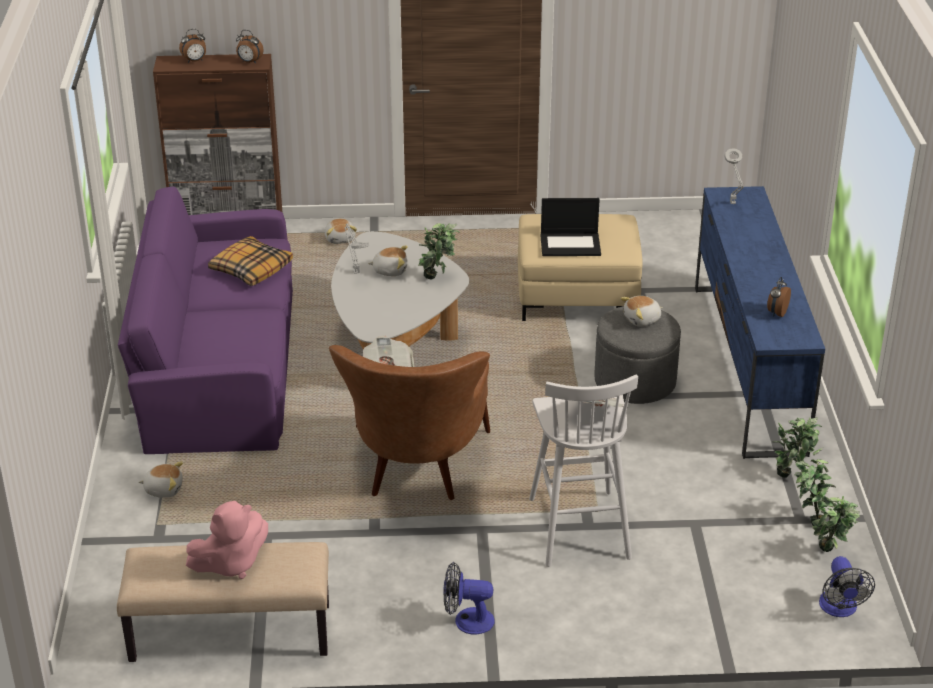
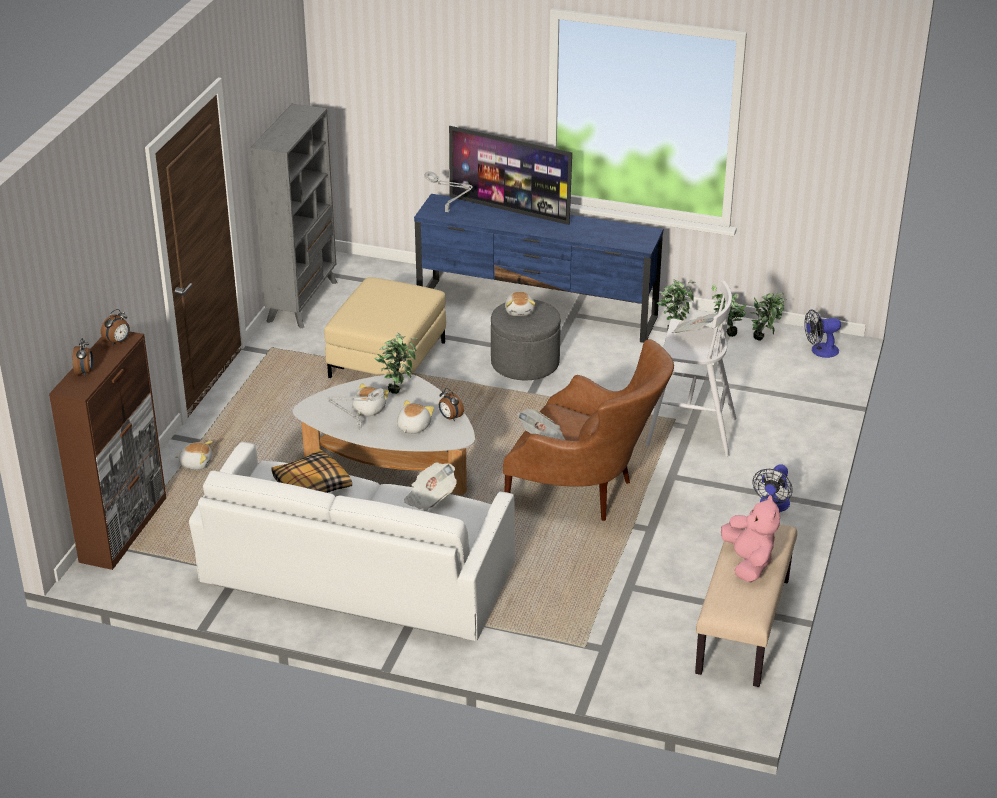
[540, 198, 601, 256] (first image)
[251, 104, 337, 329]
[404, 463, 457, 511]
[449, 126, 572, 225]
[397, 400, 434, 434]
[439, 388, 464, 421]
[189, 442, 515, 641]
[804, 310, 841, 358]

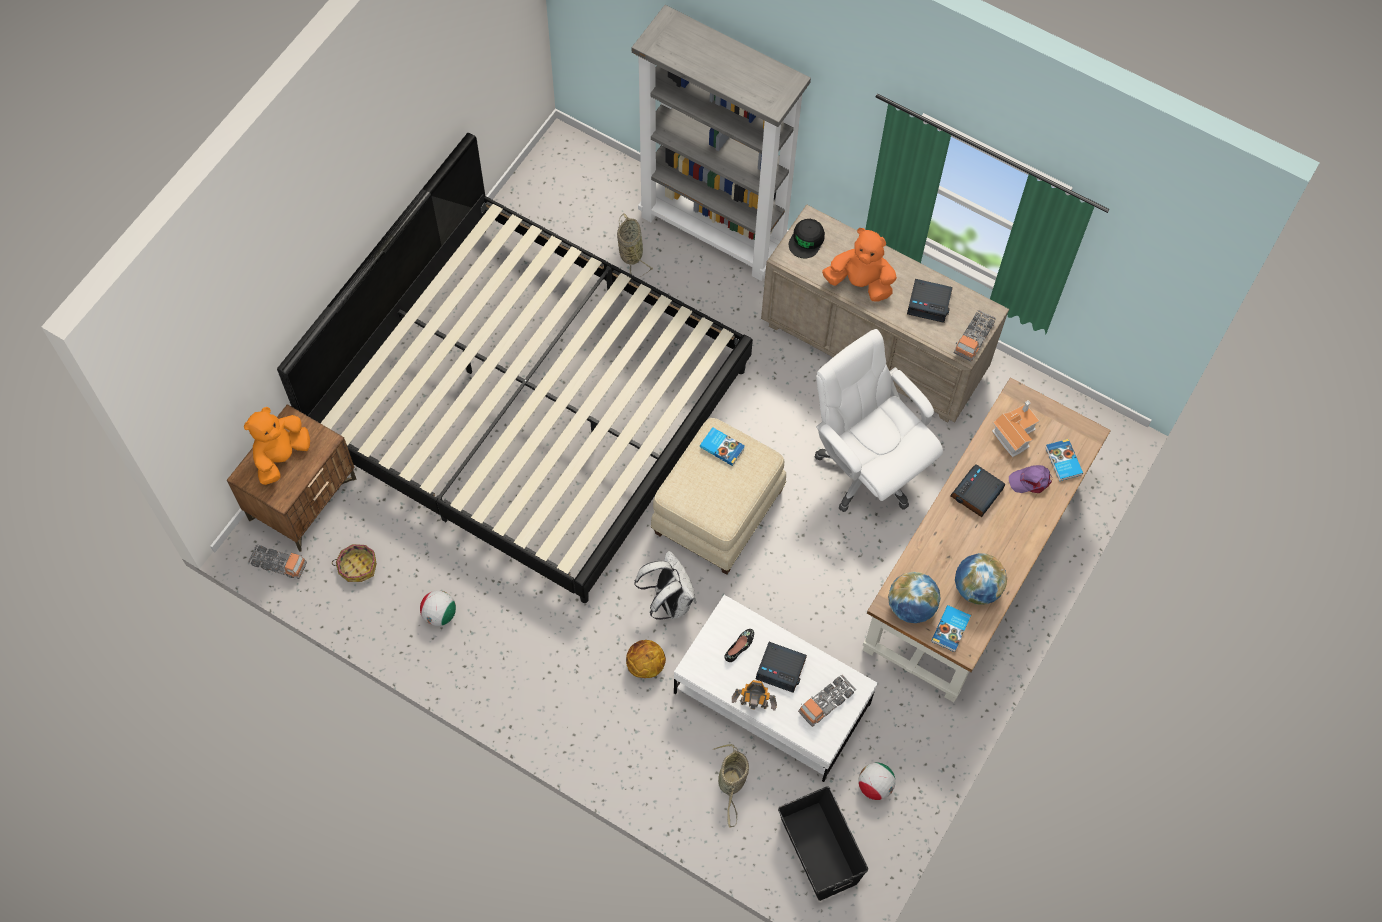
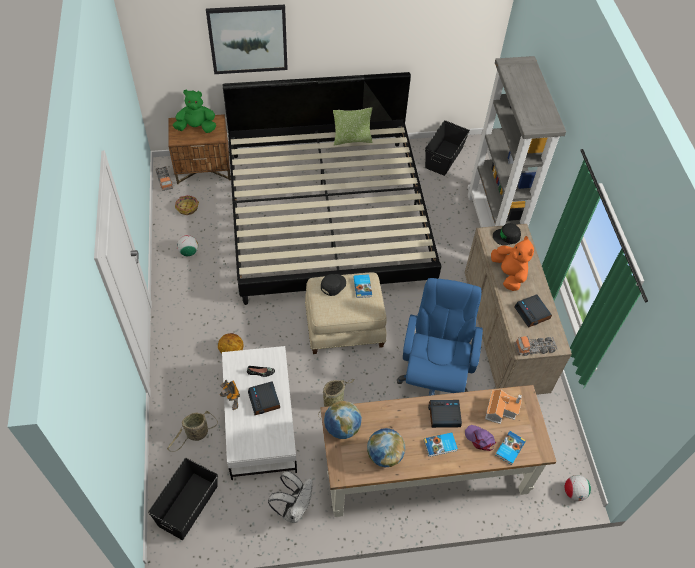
[798, 675, 856, 727] (first image)
[206, 5, 288, 74]
[321, 274, 346, 296]
[333, 107, 372, 145]
[425, 120, 470, 176]
[318, 379, 355, 419]
[268, 471, 313, 523]
[565, 475, 591, 501]
[424, 433, 458, 457]
[173, 90, 216, 133]
[397, 278, 483, 396]

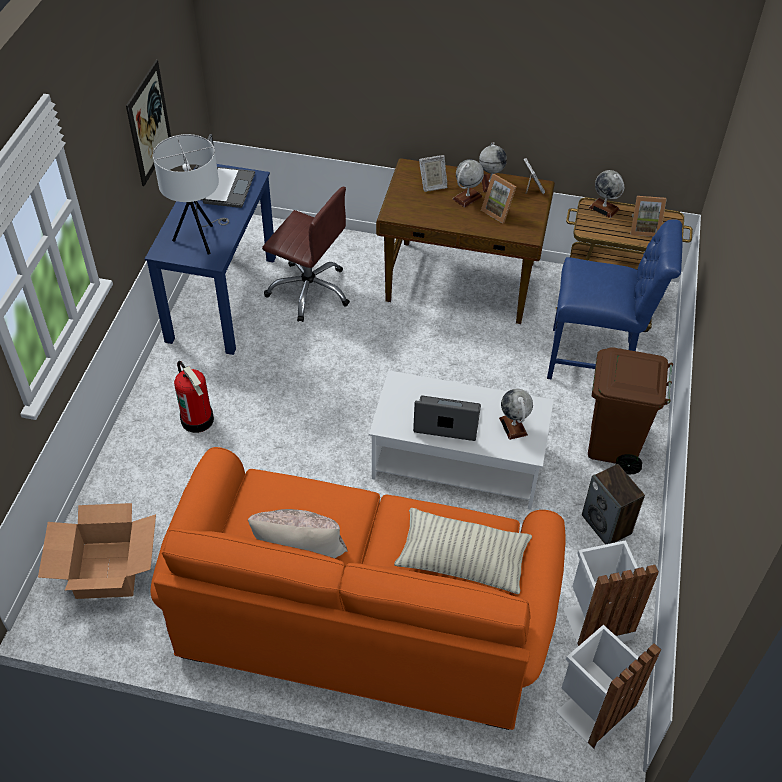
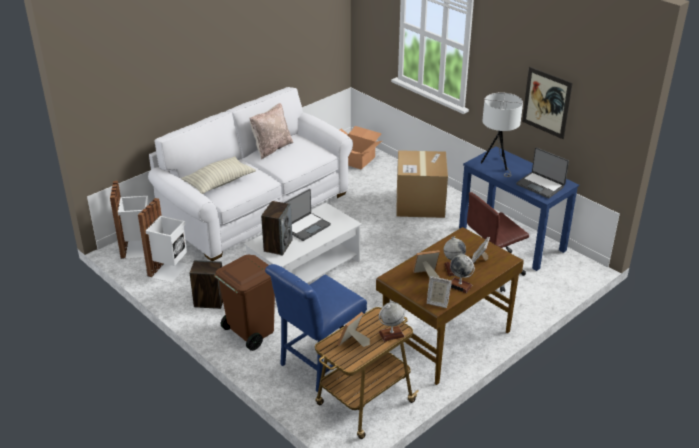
[396, 150, 448, 218]
[261, 201, 292, 256]
[148, 87, 353, 261]

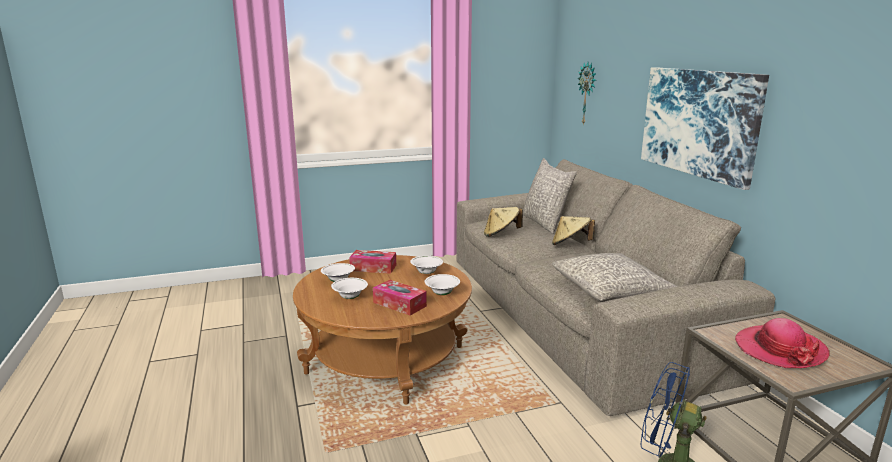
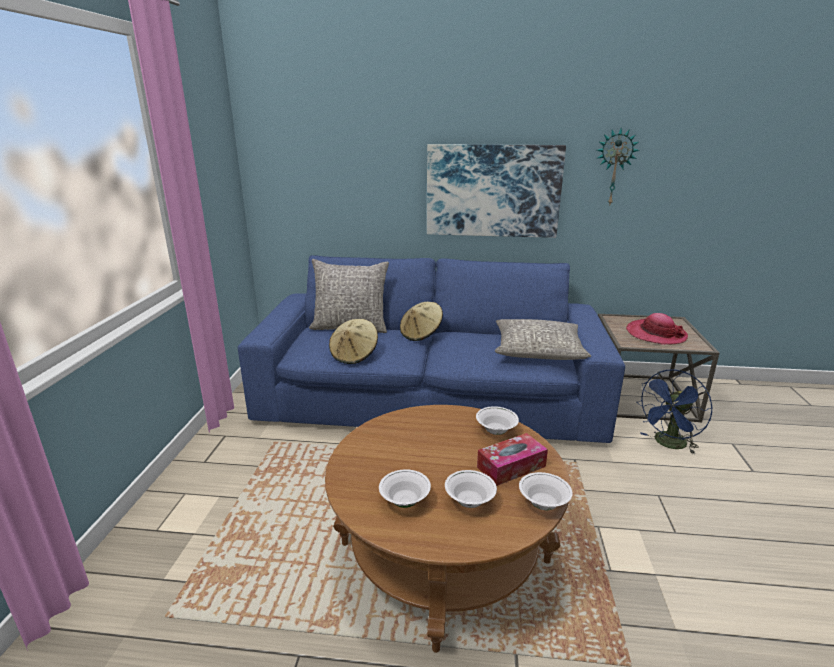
[349, 250, 396, 274] (first image)
[519, 472, 573, 510]
[597, 128, 640, 204]
[238, 255, 625, 443]

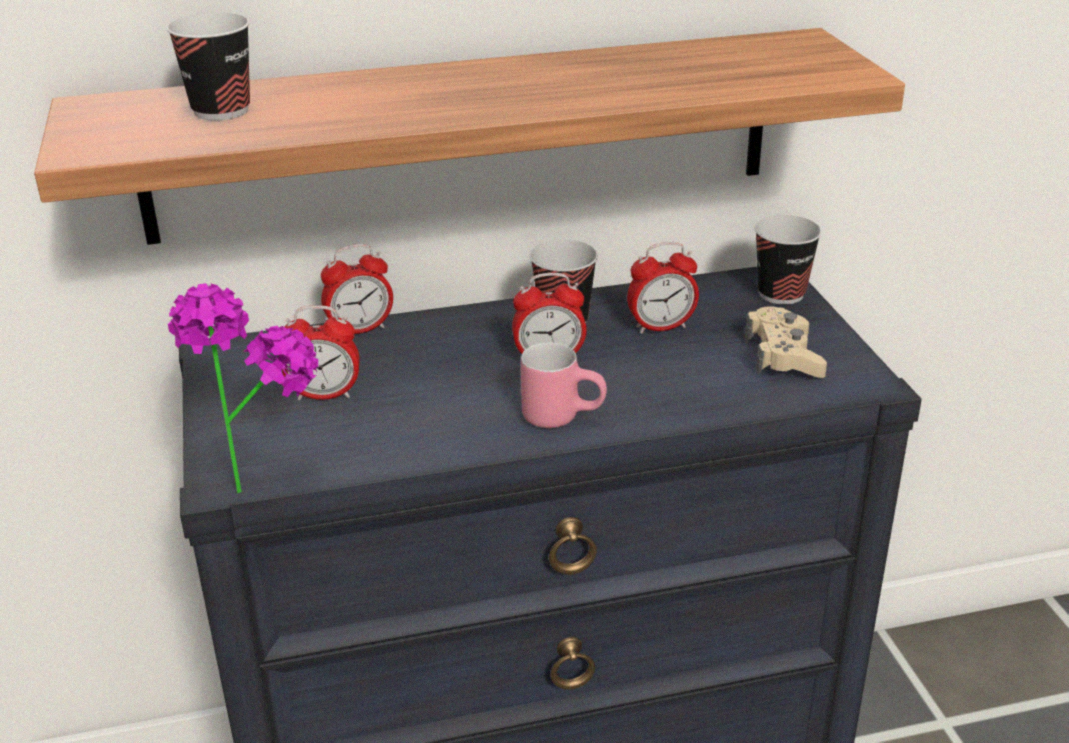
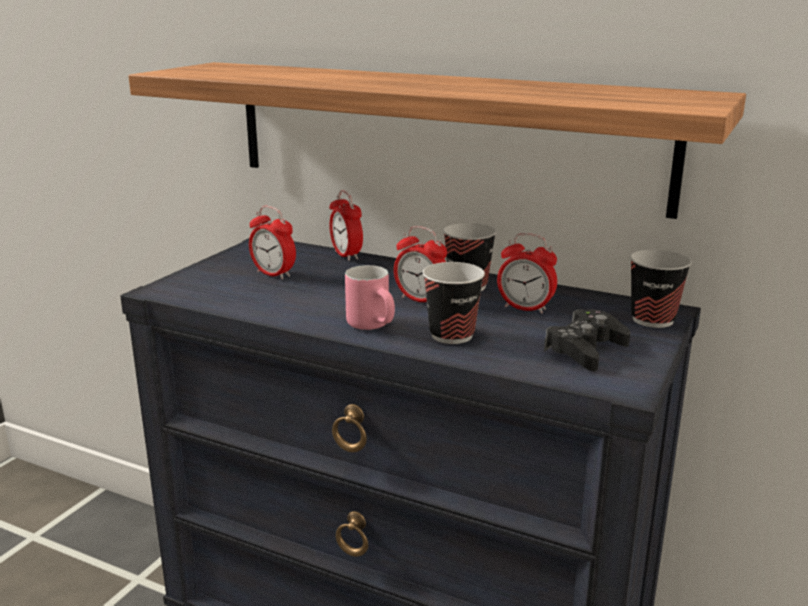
[168, 283, 318, 493] (first image)
[422, 262, 485, 344]
[544, 309, 630, 371]
[329, 190, 363, 261]

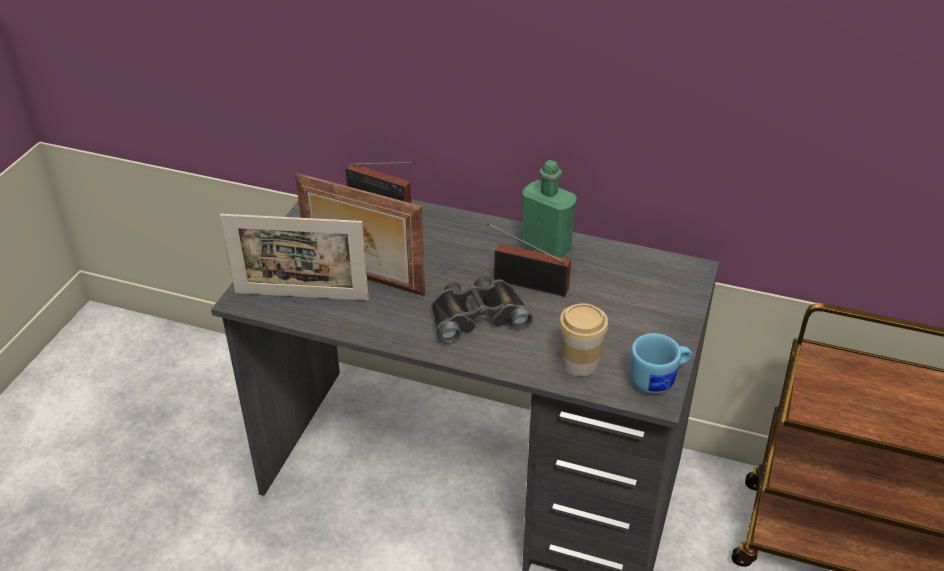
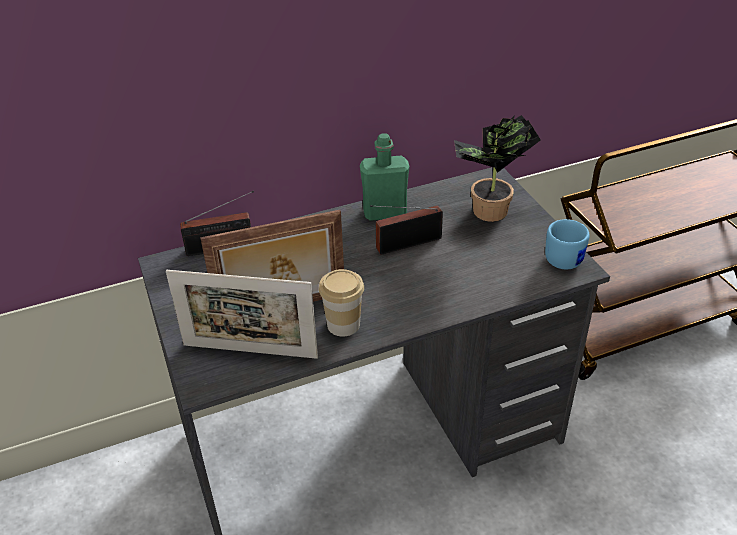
[431, 276, 533, 344] (first image)
[454, 115, 541, 222]
[319, 269, 364, 337]
[166, 270, 318, 359]

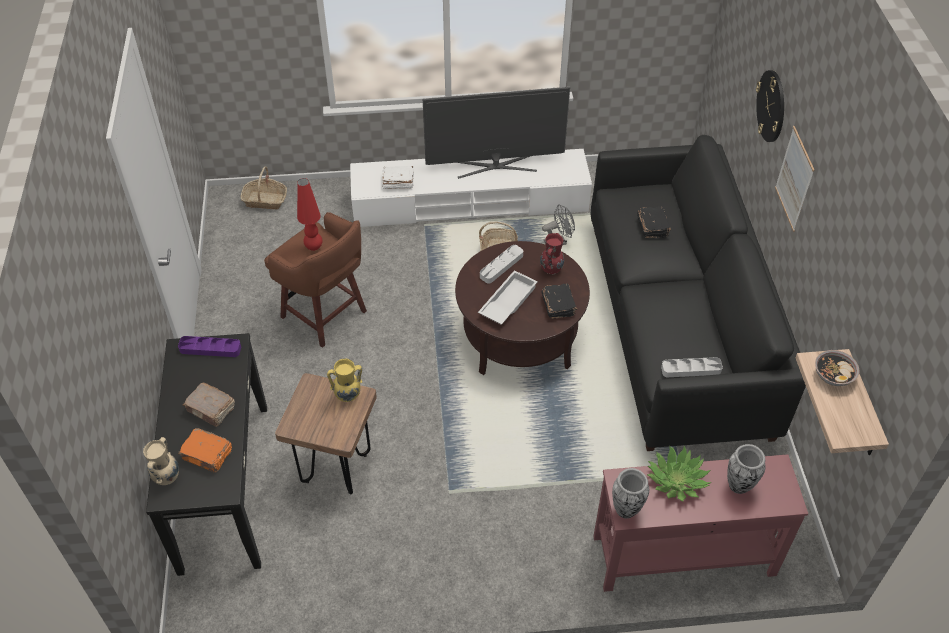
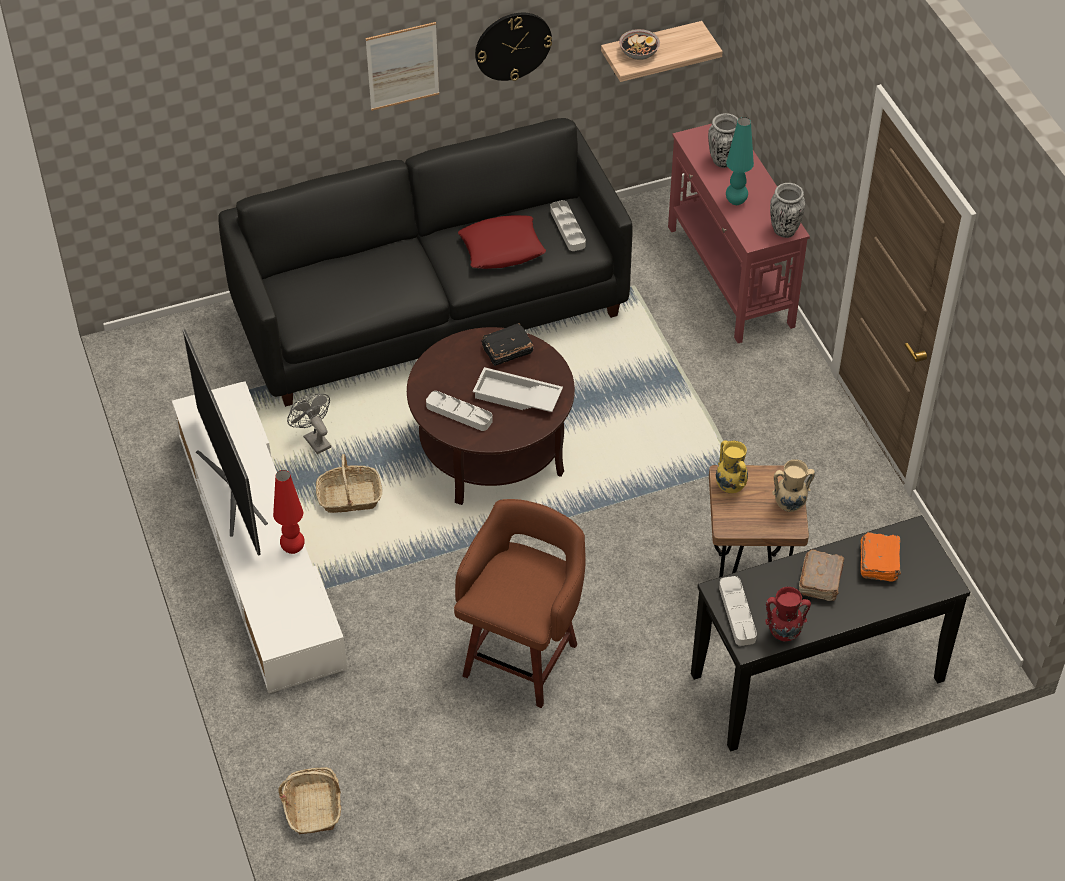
[382, 166, 414, 189] (first image)
[637, 206, 671, 238] (first image)
[458, 215, 546, 269]
[772, 459, 815, 512]
[273, 470, 305, 554]
[765, 587, 811, 641]
[475, 13, 552, 81]
[726, 117, 754, 205]
[719, 576, 757, 646]

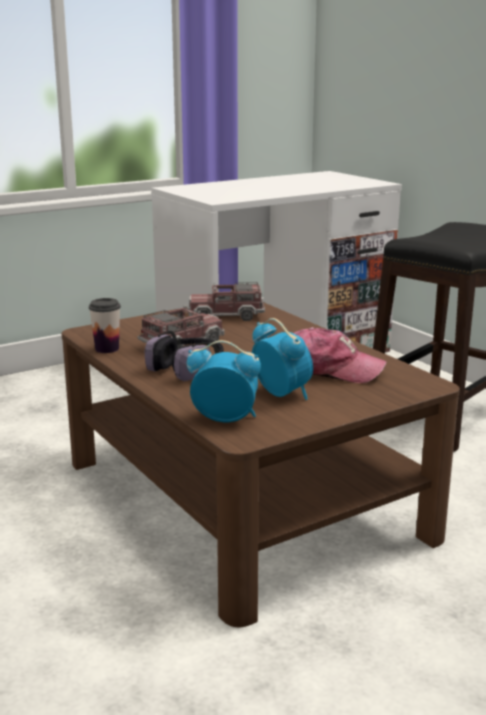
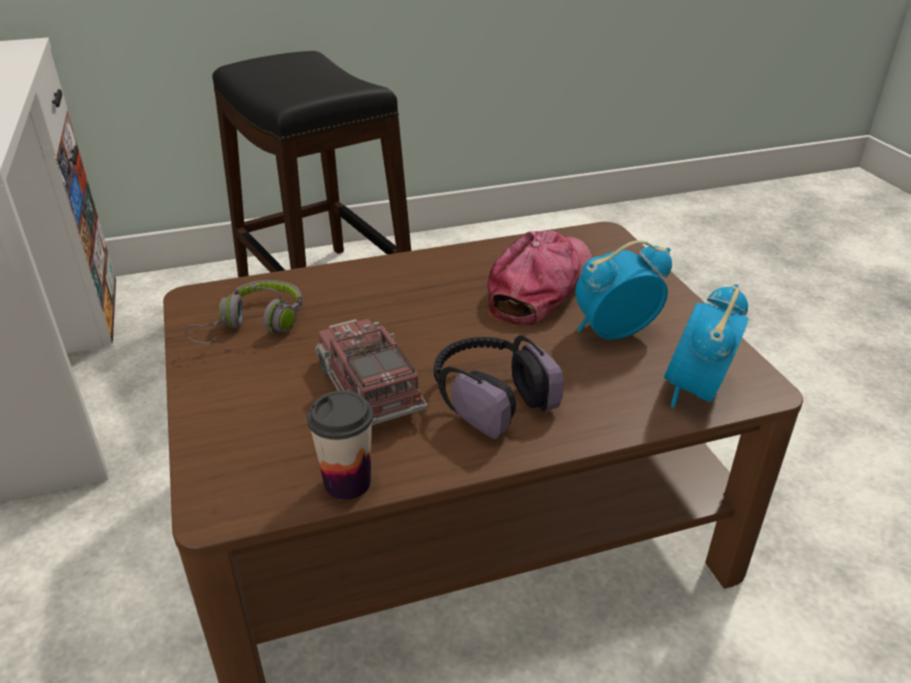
[185, 280, 303, 344]

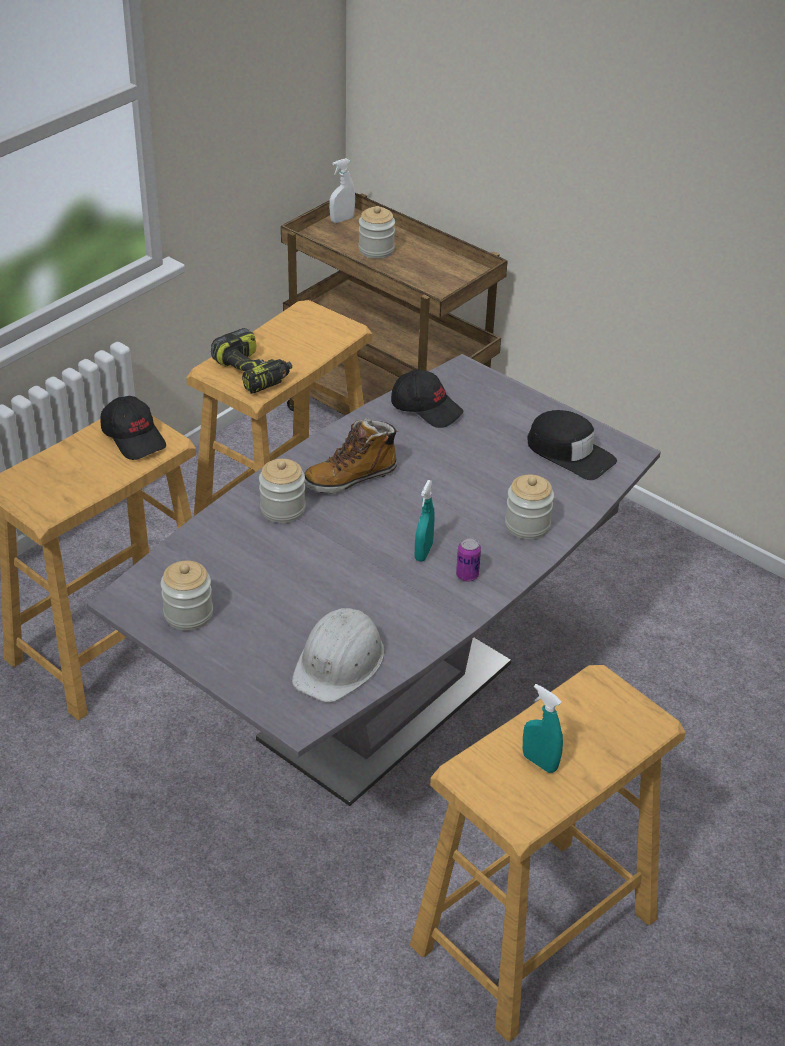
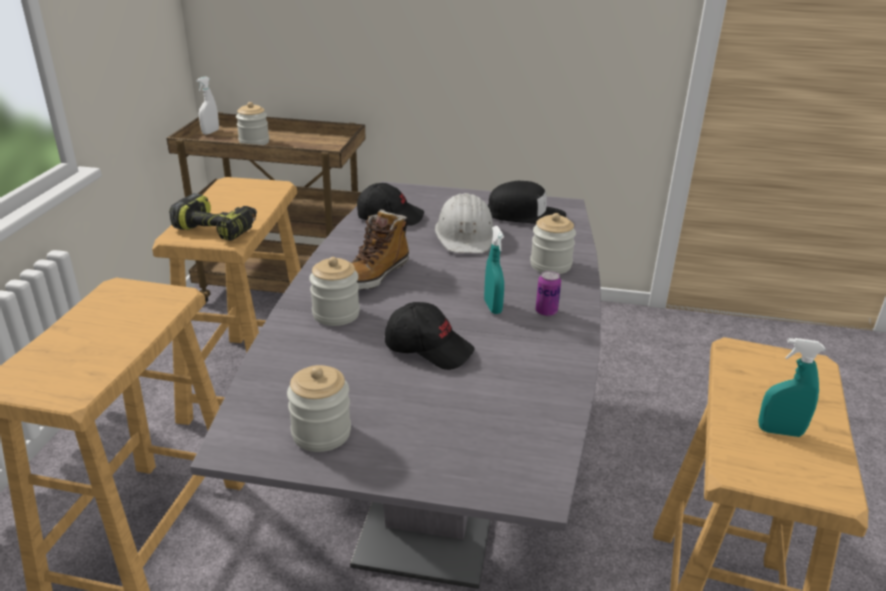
[385, 302, 475, 370]
[435, 193, 493, 253]

